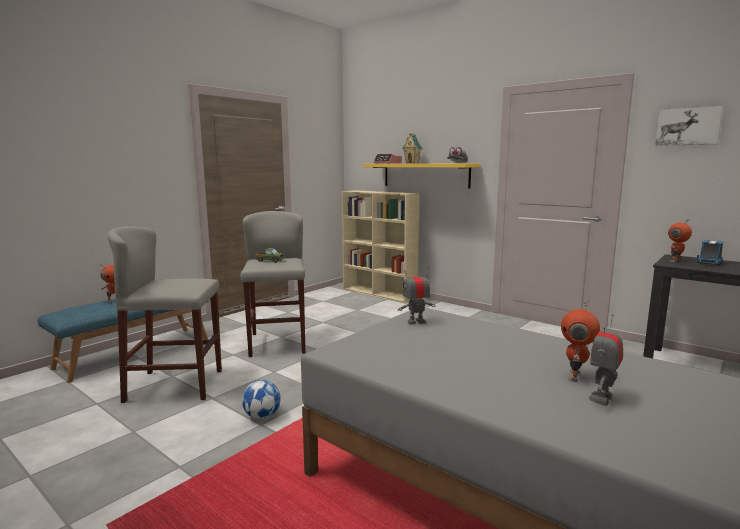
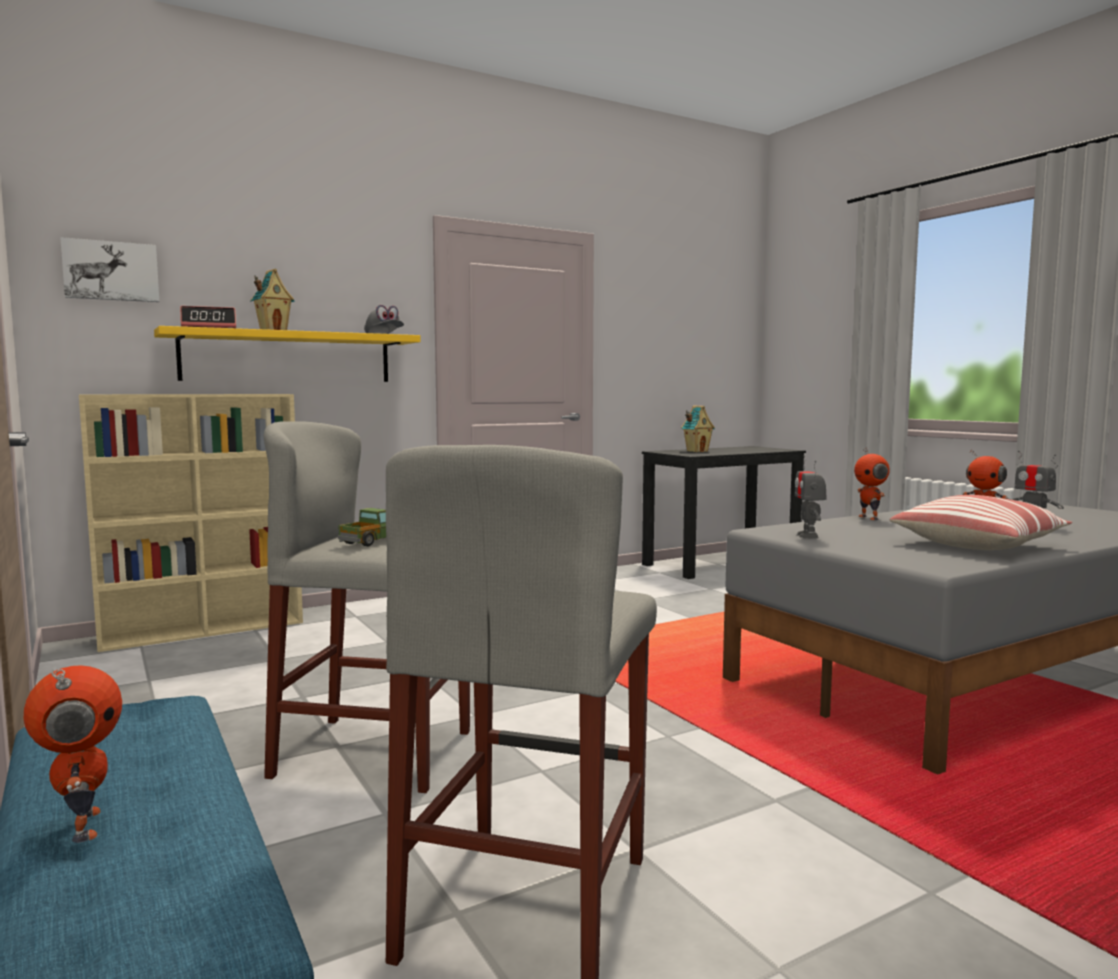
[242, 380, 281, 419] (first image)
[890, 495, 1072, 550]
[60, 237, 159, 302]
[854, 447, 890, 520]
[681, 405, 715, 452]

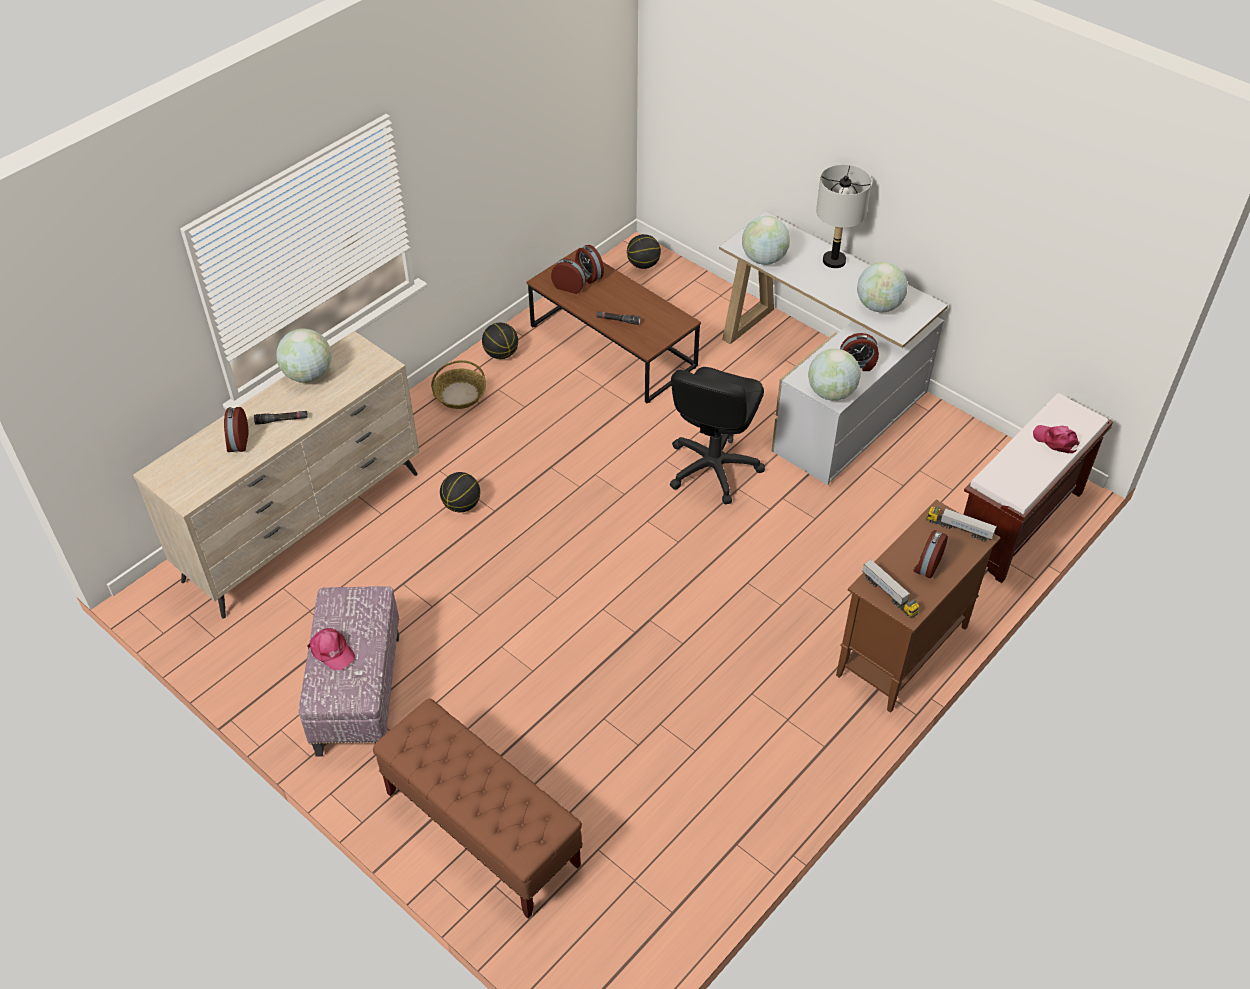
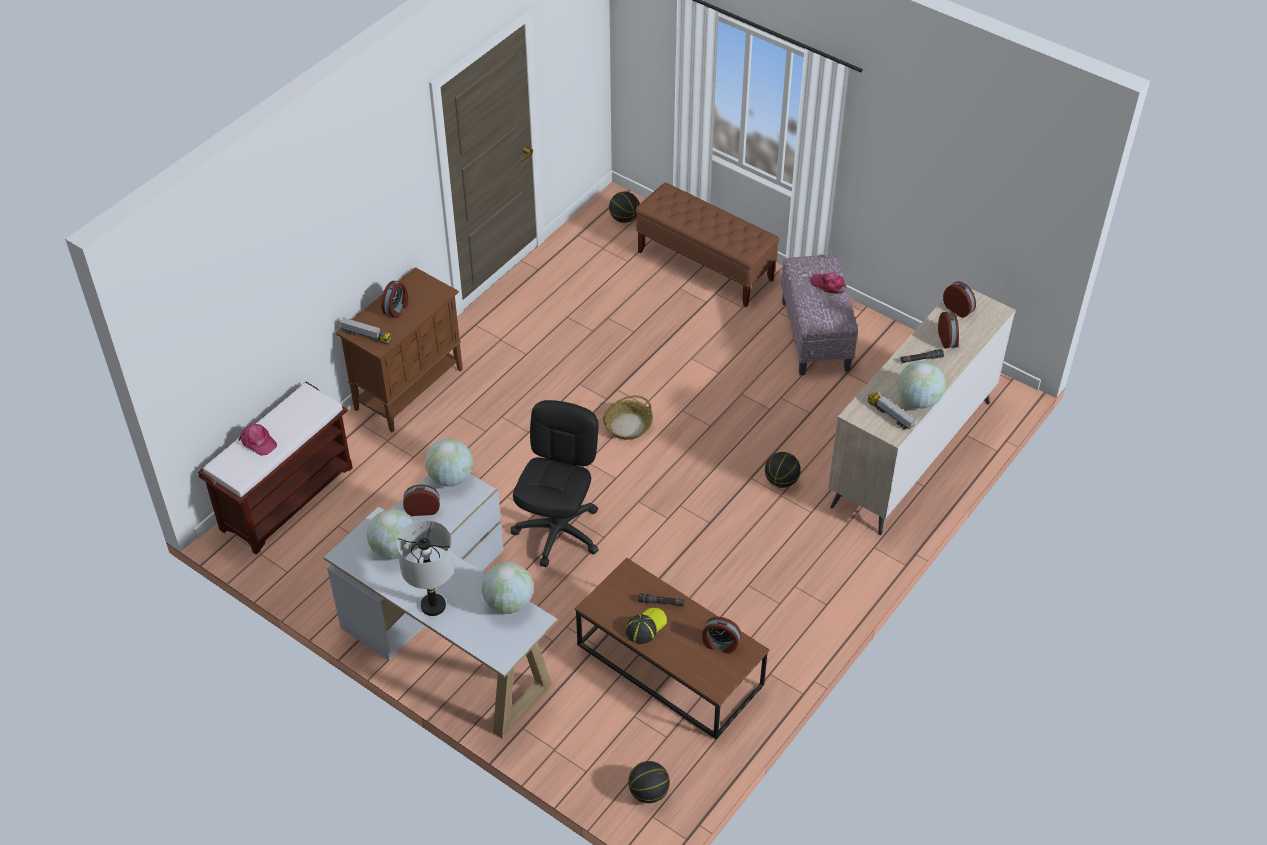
[626, 608, 667, 644]
[603, 395, 653, 440]
[609, 192, 640, 223]
[943, 282, 976, 318]
[868, 392, 916, 430]

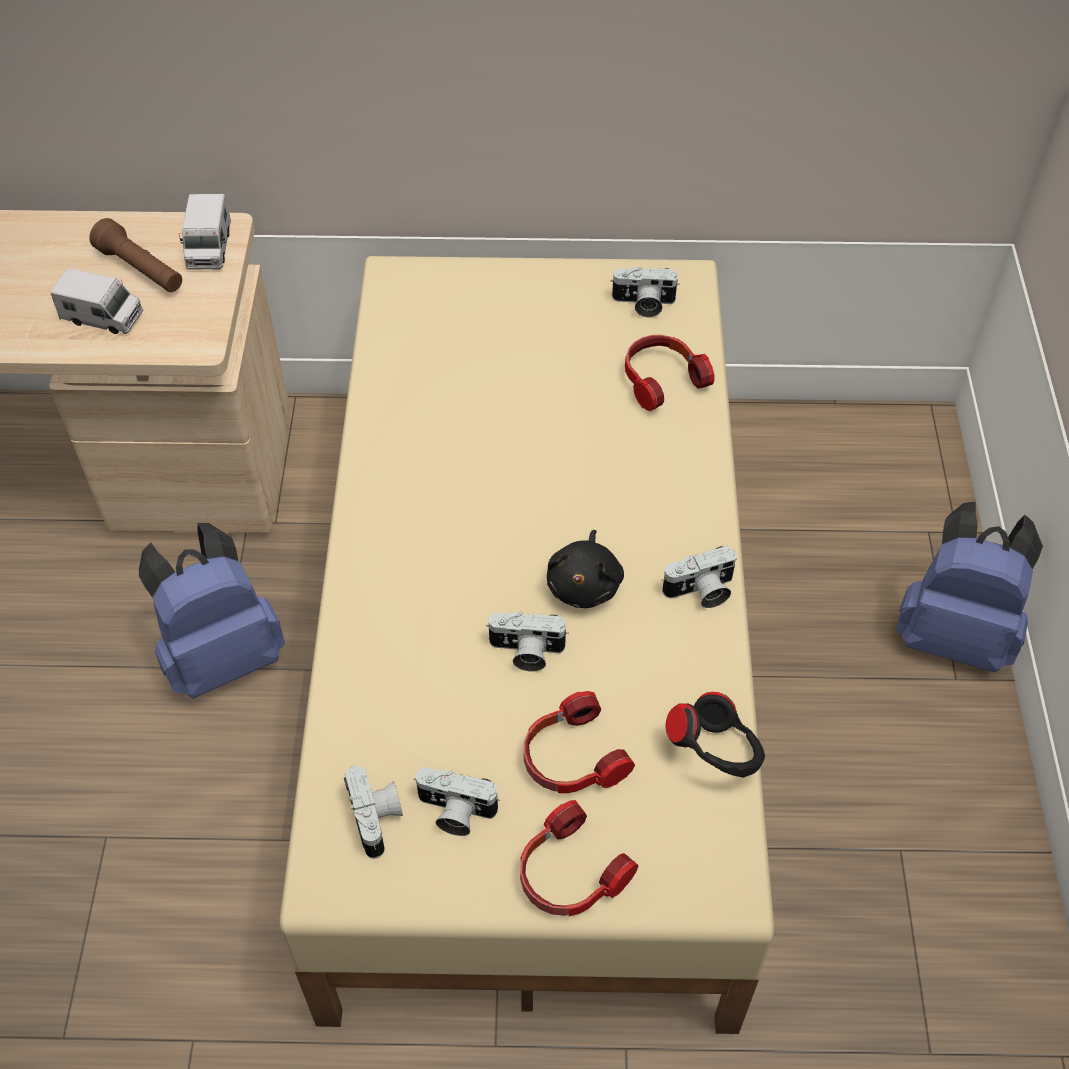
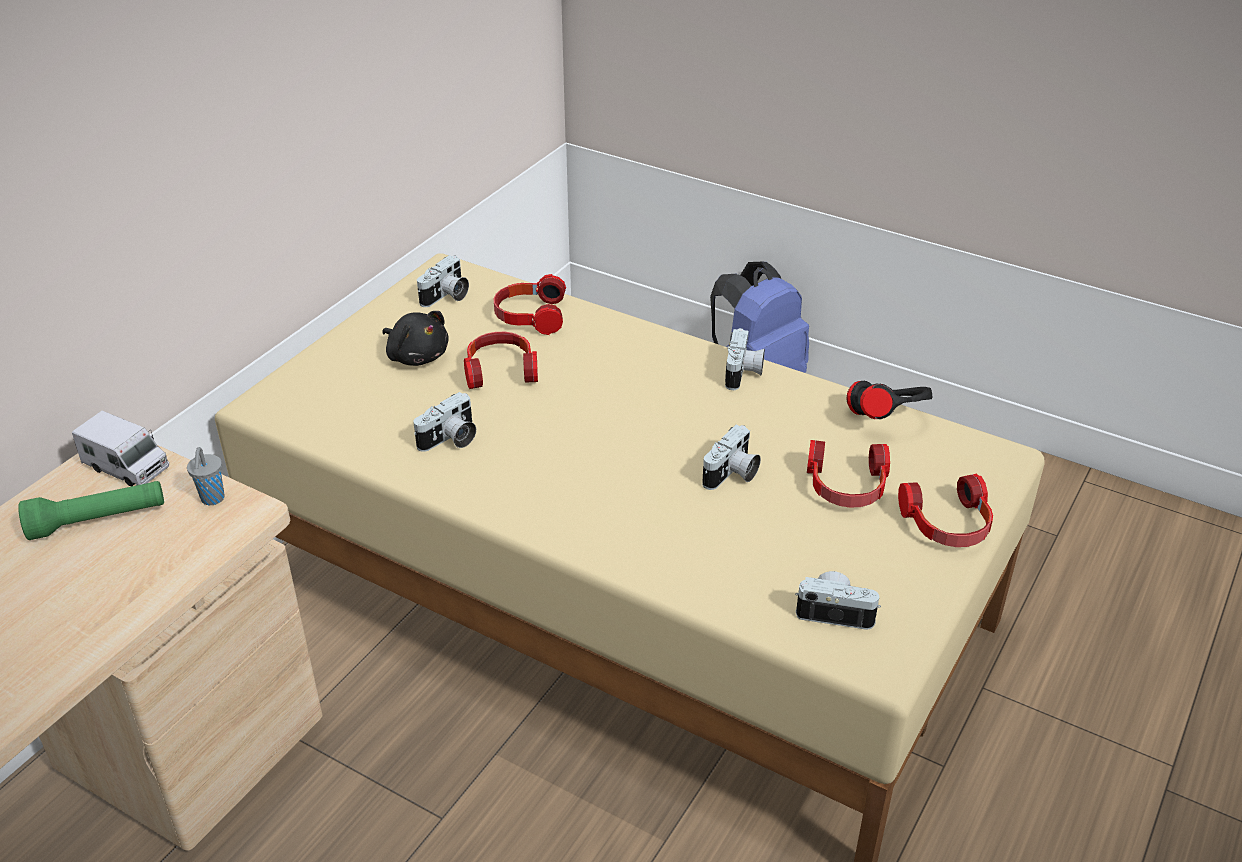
[50, 268, 143, 334] (first image)
[139, 523, 285, 698] (first image)
[187, 447, 224, 505]
[464, 332, 538, 389]
[413, 392, 476, 452]
[383, 311, 449, 366]
[18, 481, 164, 540]

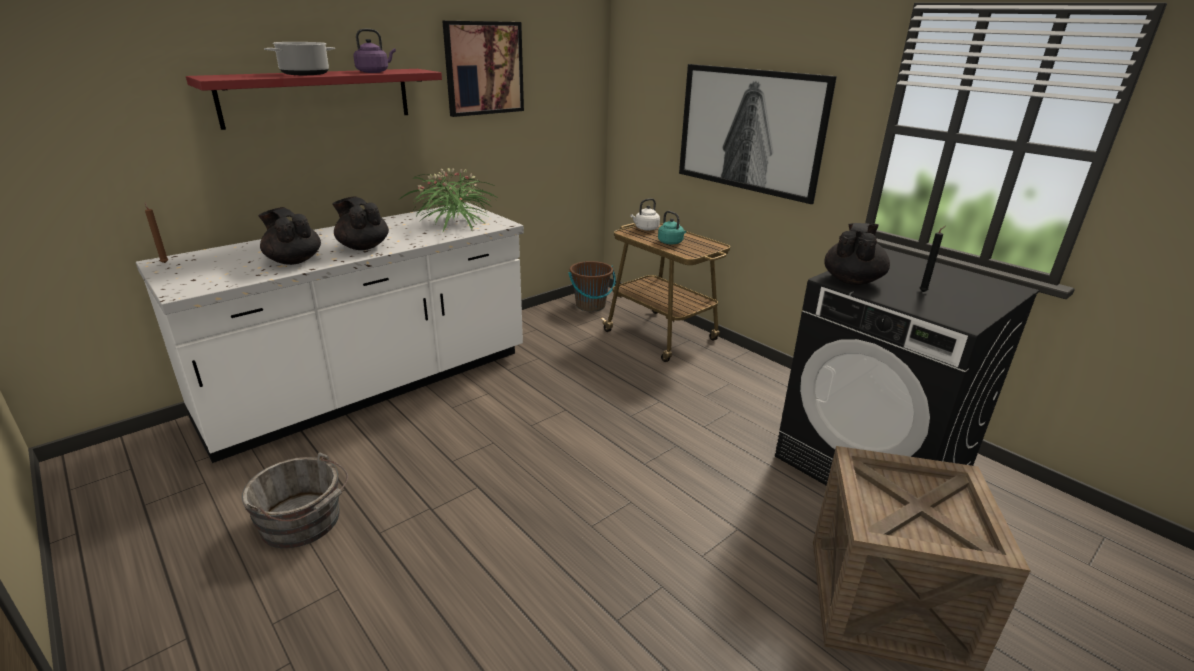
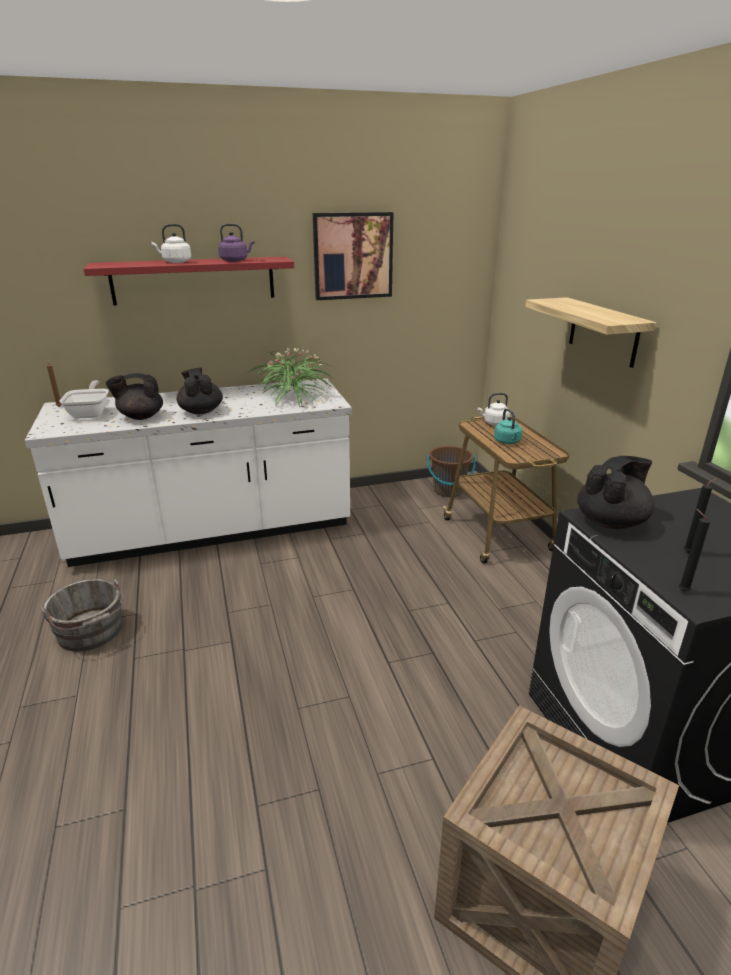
[59, 381, 109, 418]
[679, 509, 710, 592]
[151, 224, 191, 263]
[525, 297, 656, 368]
[106, 373, 163, 420]

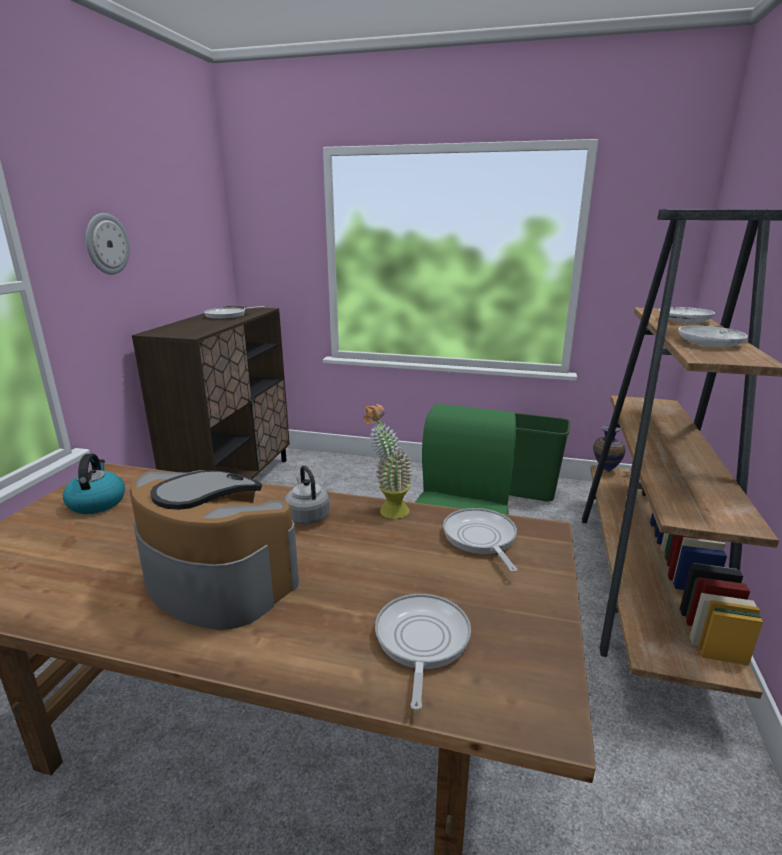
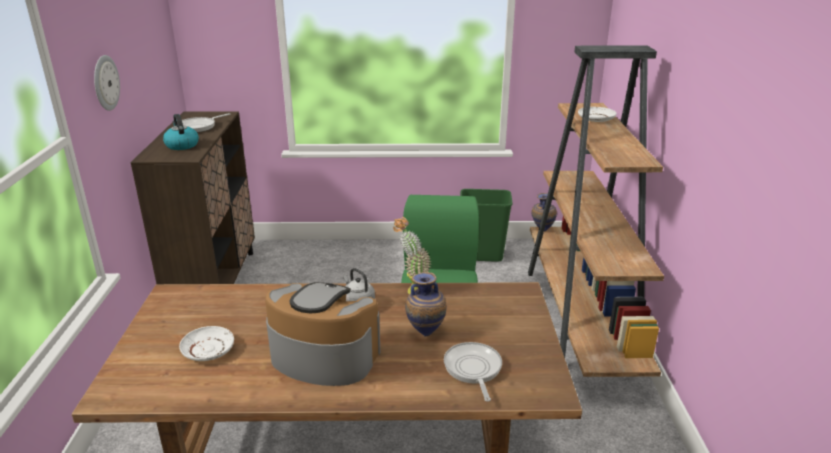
[443, 508, 517, 572] (first image)
[405, 272, 446, 337]
[163, 114, 199, 150]
[179, 326, 234, 361]

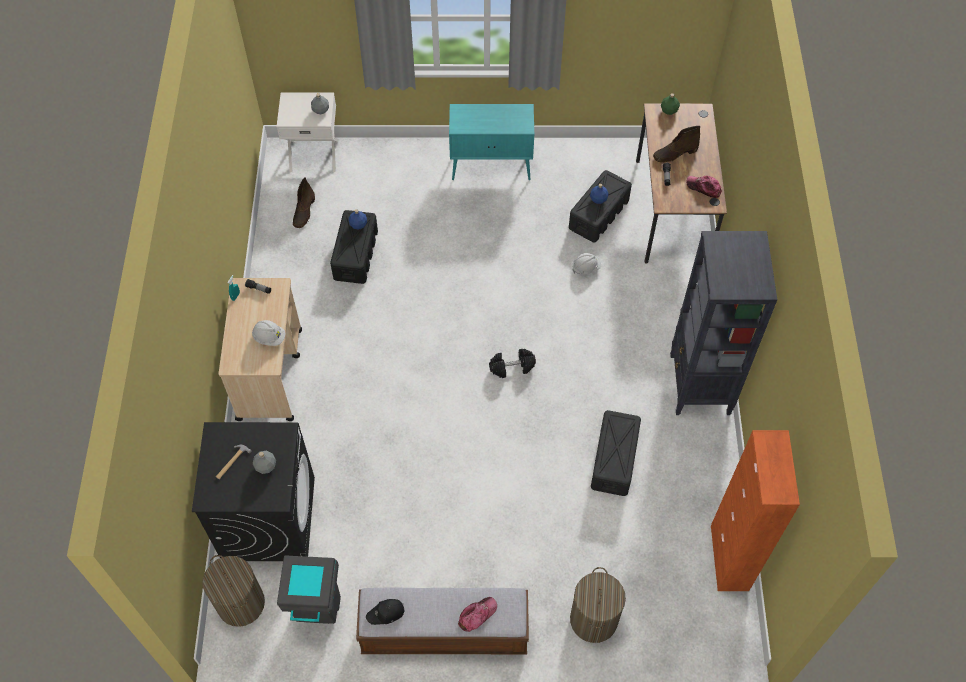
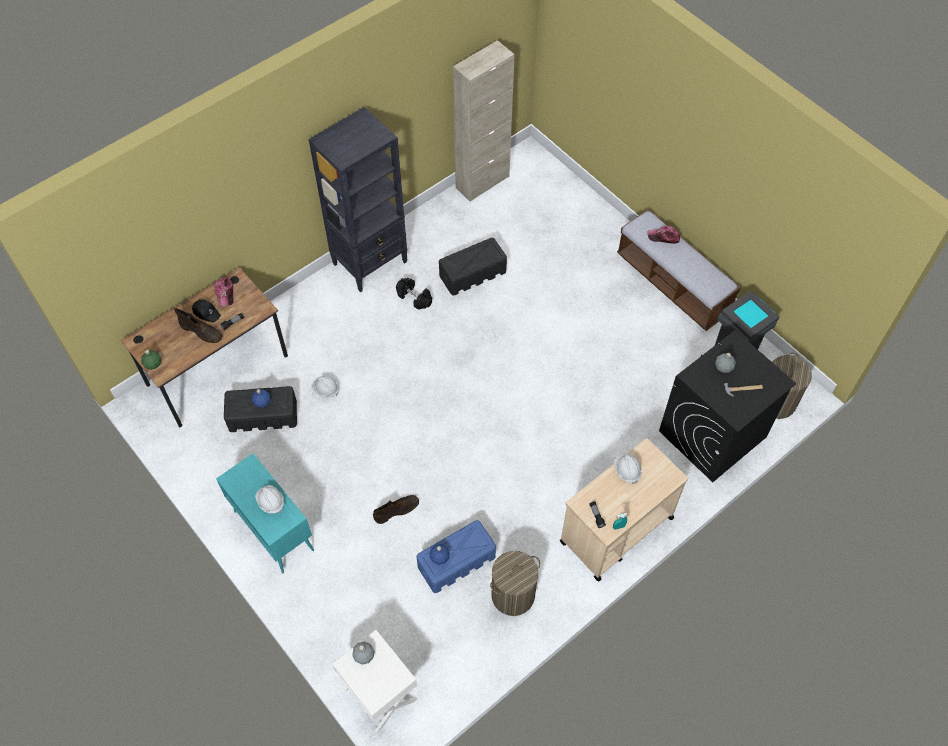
[255, 485, 284, 514]
[373, 495, 419, 524]
[192, 300, 221, 322]
[396, 278, 432, 310]
[490, 551, 540, 616]
[417, 520, 496, 593]
[453, 40, 515, 202]

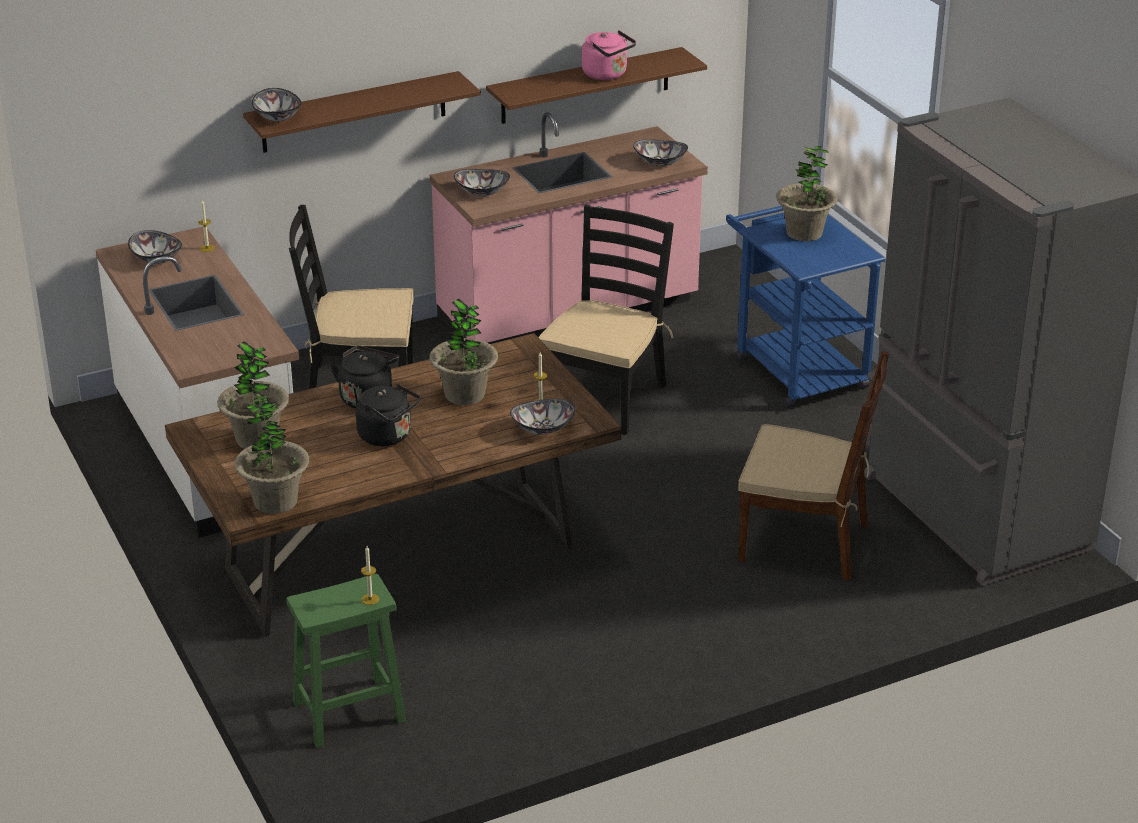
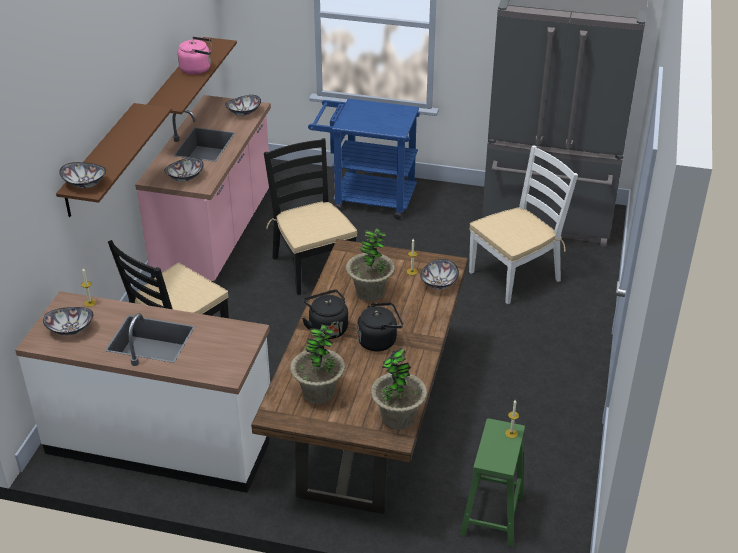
[776, 146, 838, 241] (first image)
[469, 145, 578, 304]

